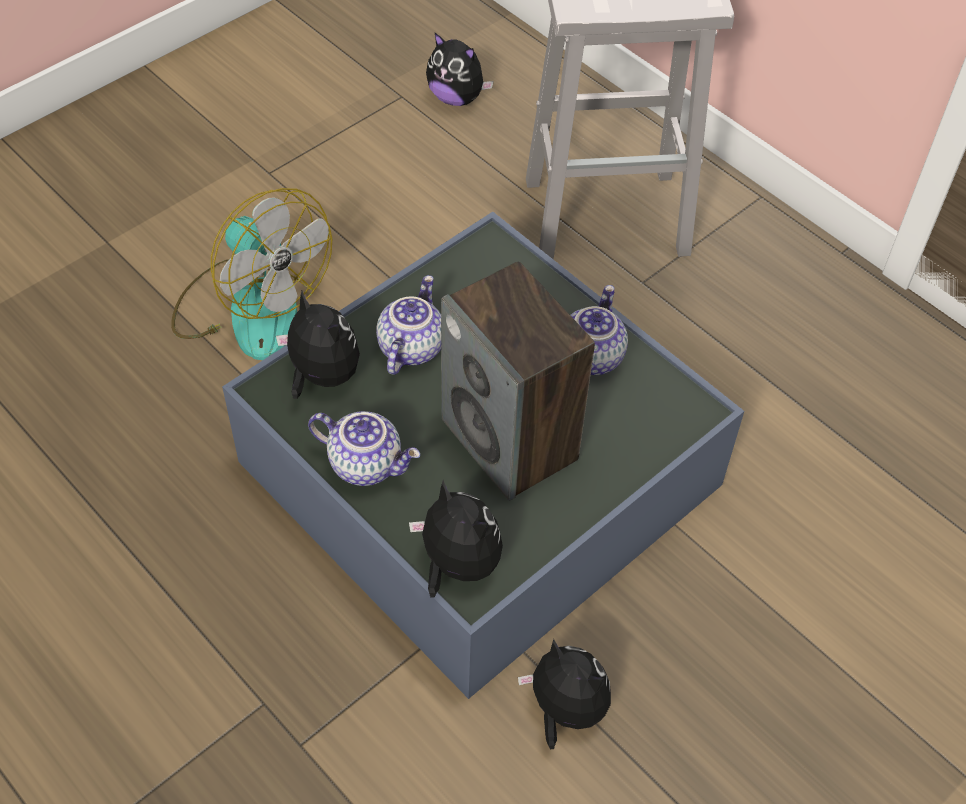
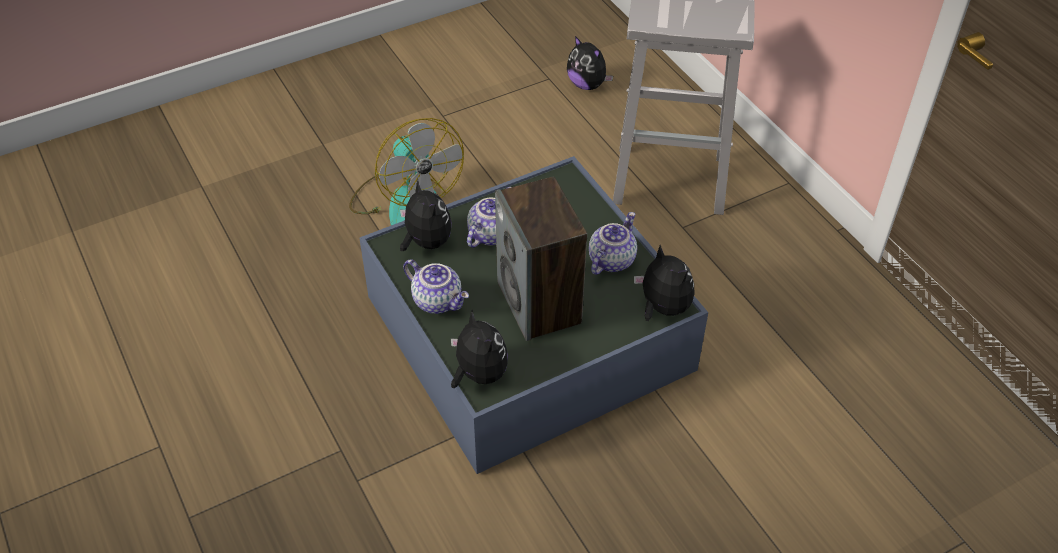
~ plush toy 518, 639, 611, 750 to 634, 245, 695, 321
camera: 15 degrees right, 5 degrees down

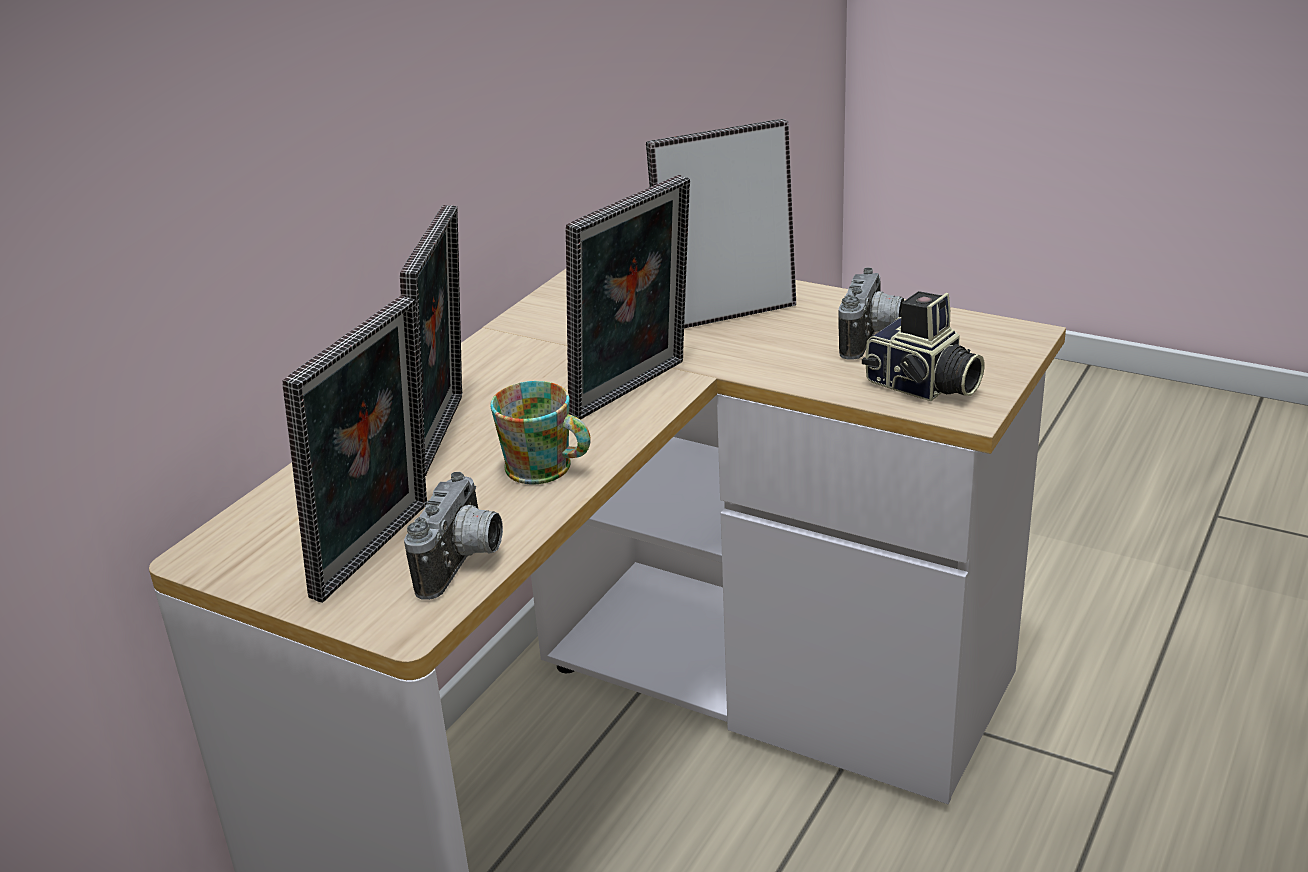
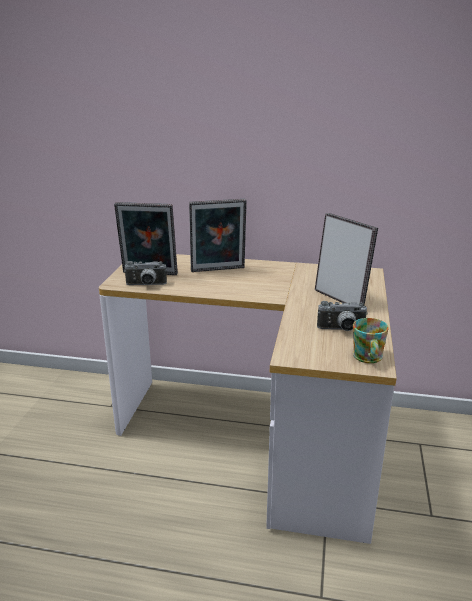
~ mug 490, 381, 591, 484 to 353, 318, 389, 363
- picture frame 566, 174, 690, 420
- photo camera 862, 291, 985, 401
camera: 70 degrees right, 5 degrees down

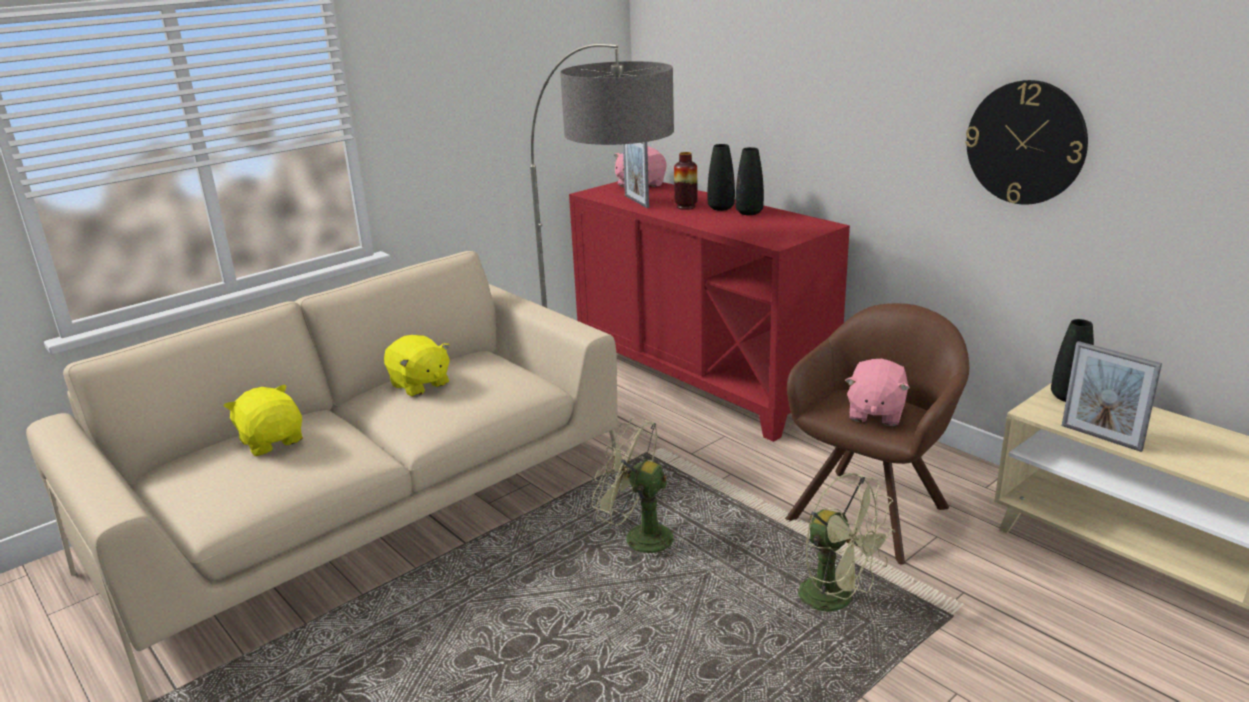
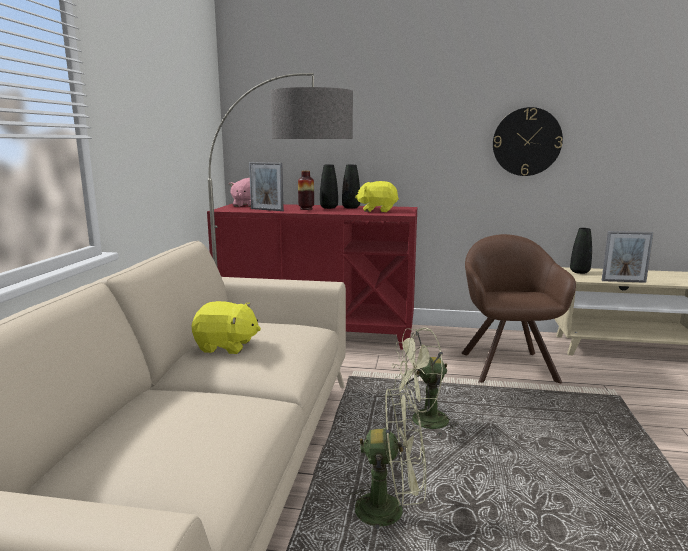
~ green fan 797, 473, 895, 611 to 346, 388, 426, 529
~ yellow plush toy 224, 384, 303, 456 to 355, 181, 399, 212
- pink plush toy 845, 359, 910, 426
camera: 40 degrees left, 10 degrees down

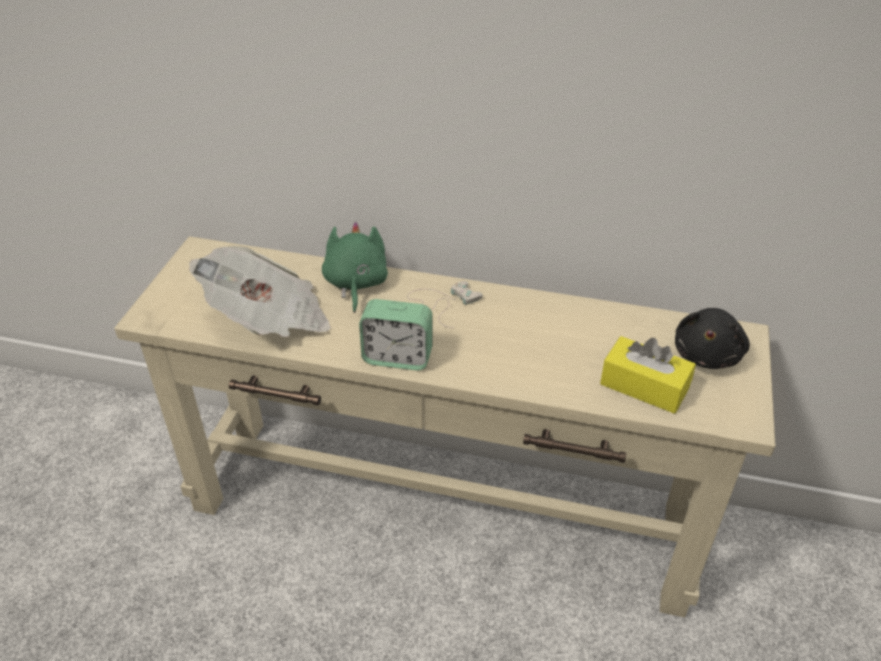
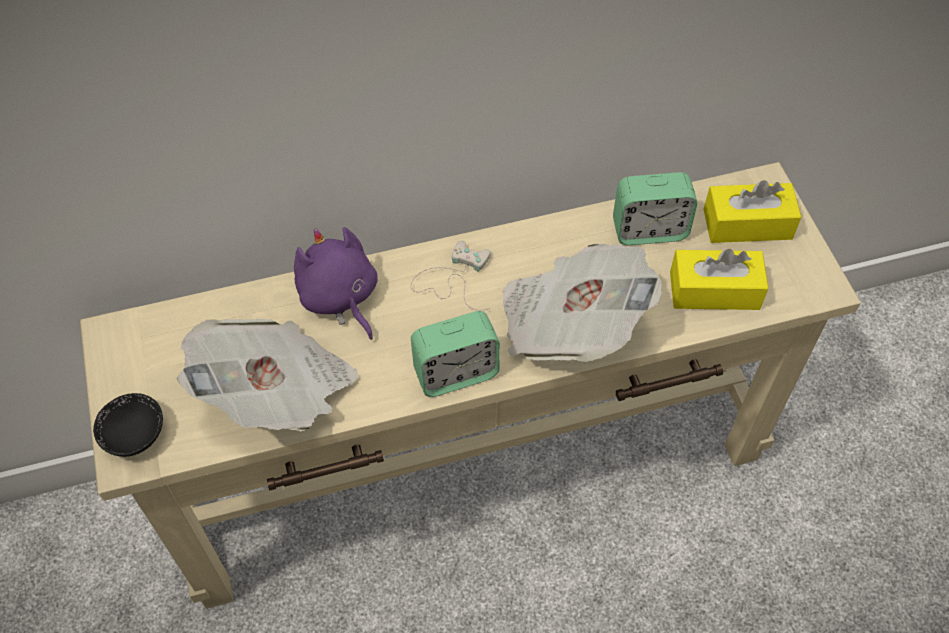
+ black bowl 93, 393, 163, 457
~ green plush toy 322, 222, 388, 313 to purple plush toy 294, 227, 378, 340
+ newspaper 503, 243, 662, 362
+ alarm clock 613, 172, 697, 245
~ black plush toy 675, 308, 750, 369 to yellow tissue box 704, 180, 801, 243
camera: 30 degrees left, 15 degrees up

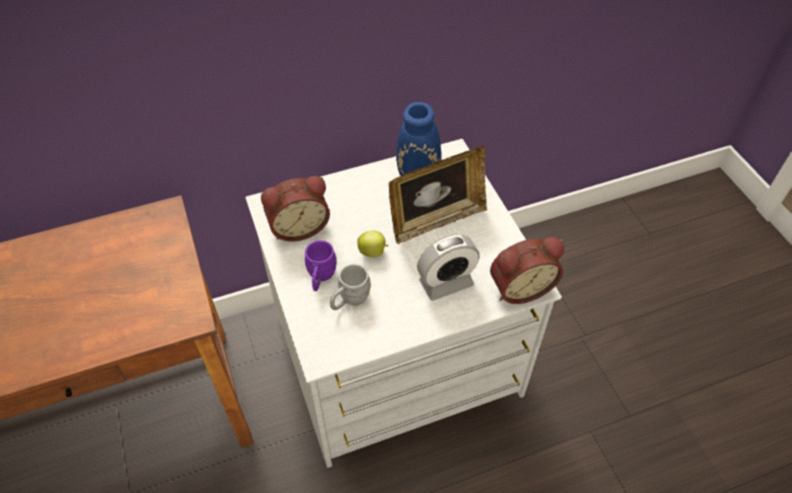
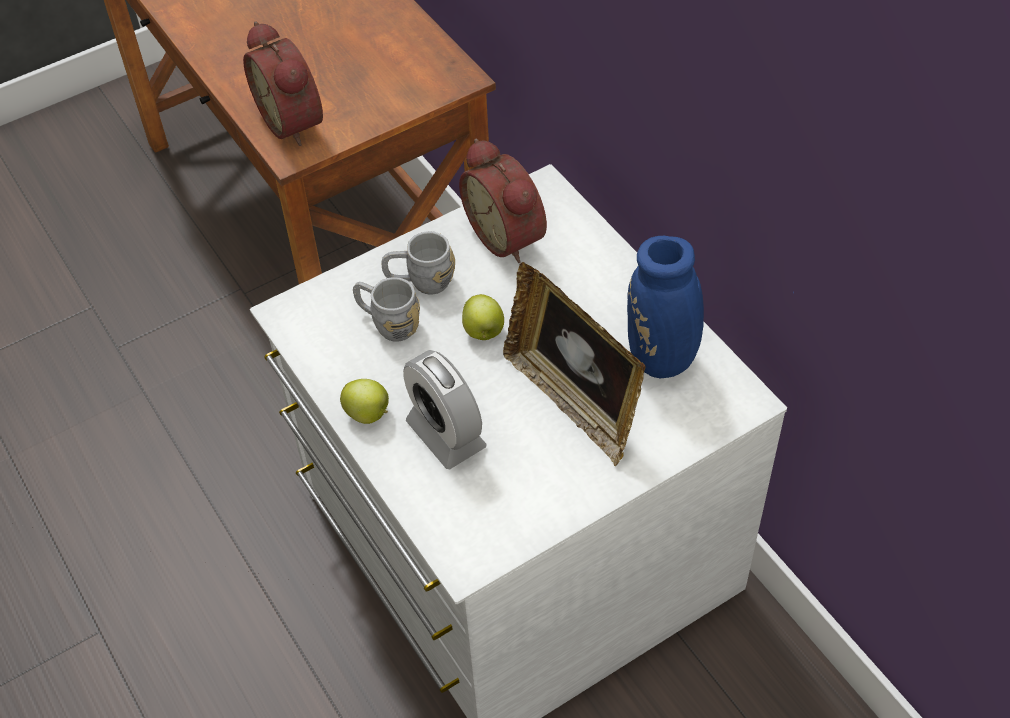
~ alarm clock 490, 237, 564, 304 to 243, 21, 323, 146
+ apple 340, 379, 389, 424
~ purple mug 305, 240, 337, 291 to grey mug 382, 231, 455, 295
camera: 80 degrees right, 0 degrees up

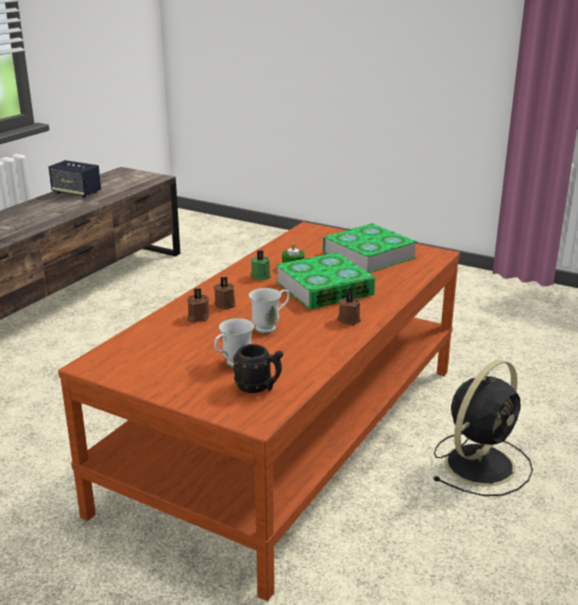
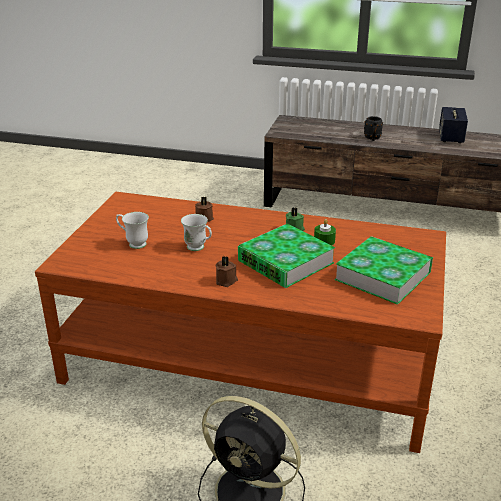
~ black mug 233, 344, 283, 393 to 364, 116, 383, 141
- brown candle 214, 276, 236, 310
camera: 75 degrees right, 5 degrees up

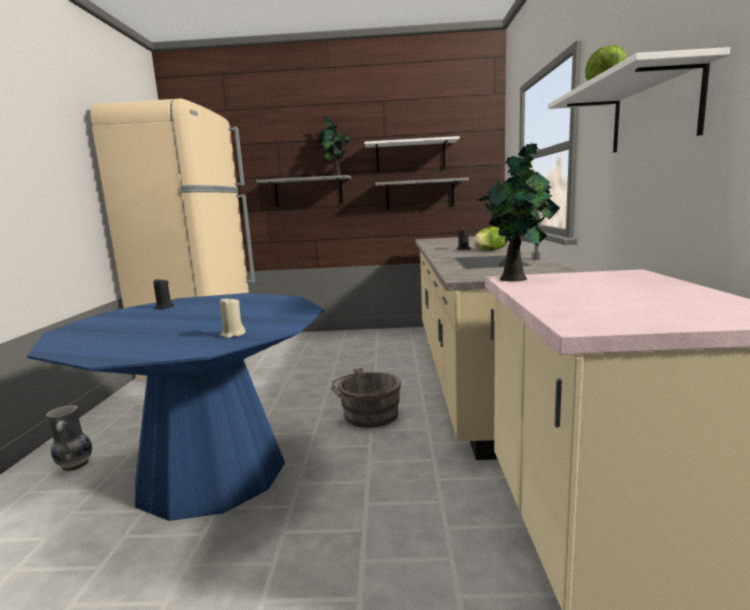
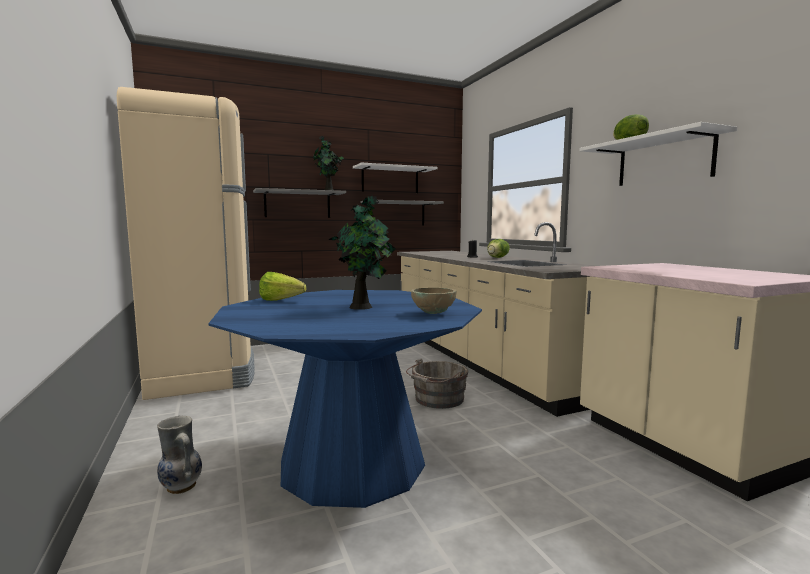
~ black candle 153, 279, 174, 309 to lettuce 259, 272, 307, 301
~ potted plant 478, 144, 560, 281 to 329, 196, 395, 310
~ beige candle 220, 296, 246, 338 to beige bowl 411, 287, 457, 314
camera: 25 degrees left, 5 degrees down

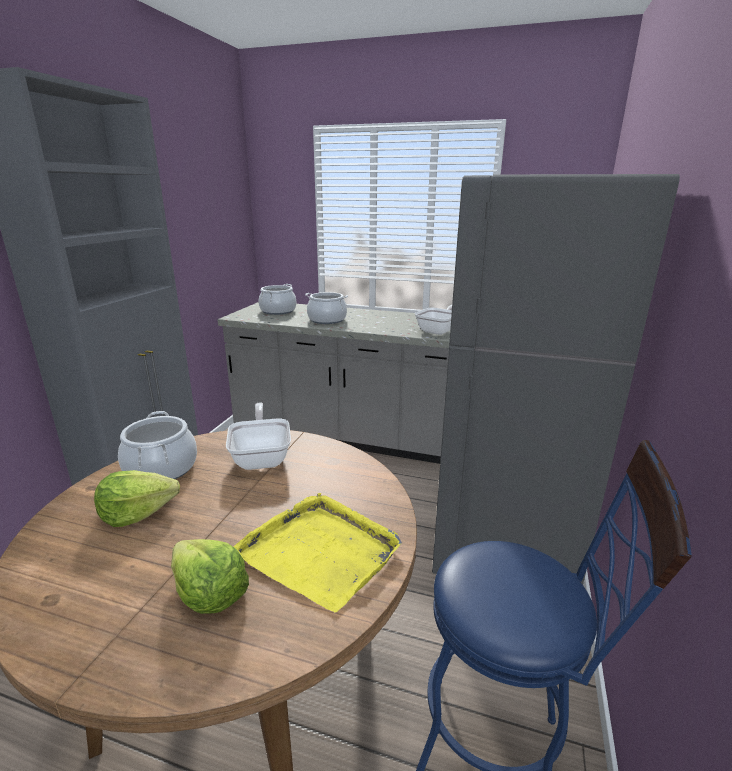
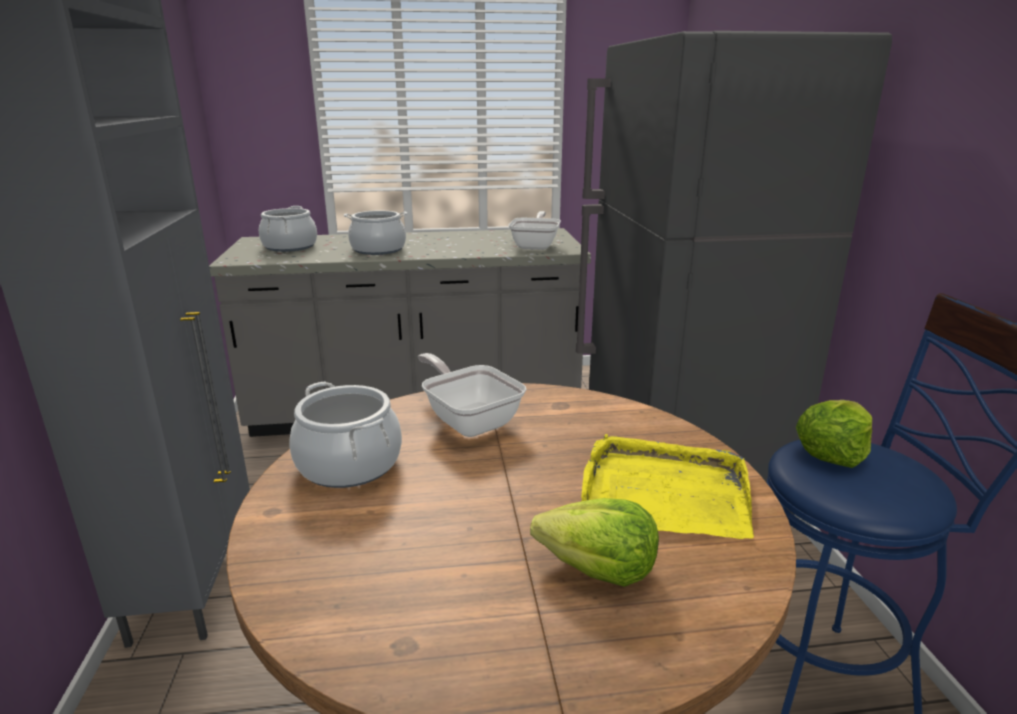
~ lettuce 94, 470, 180, 527 to 796, 400, 872, 468
camera: 25 degrees left, 0 degrees up

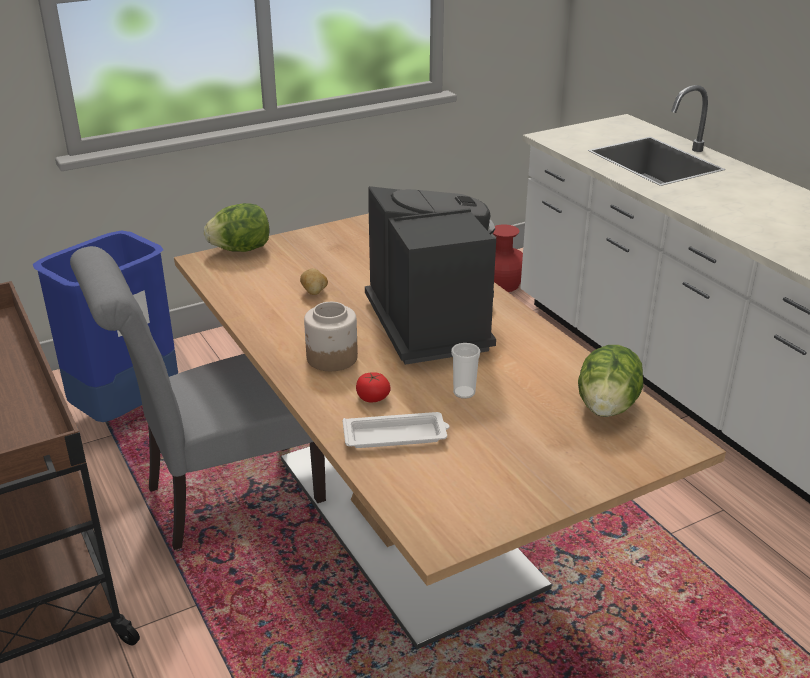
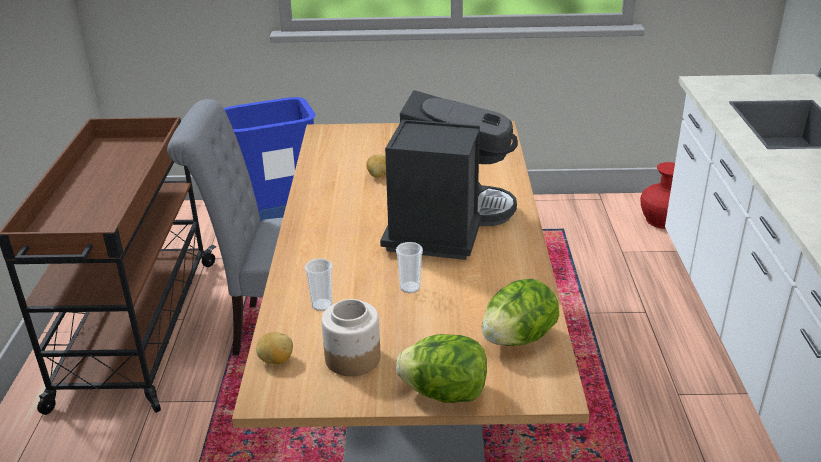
+ potato 256, 332, 293, 364
~ white tray 343, 412, 449, 448 to cup 305, 258, 332, 311
~ jar 304, 302, 358, 371 to 321, 299, 381, 376
~ lettuce 204, 203, 270, 252 to 396, 334, 487, 403
- tomato 356, 372, 391, 402
camera: 30 degrees right, 0 degrees up

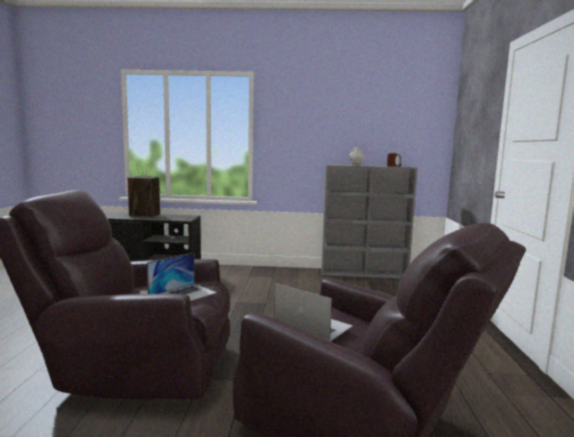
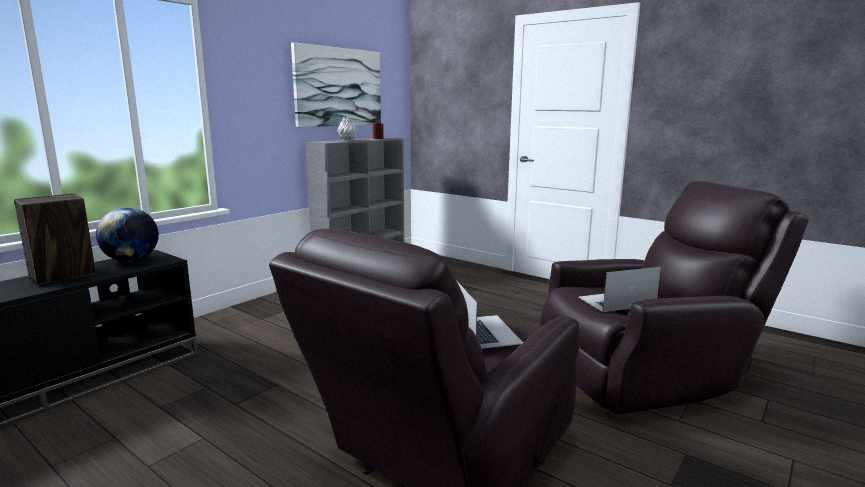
+ globe 96, 207, 159, 262
+ picture 291, 42, 381, 127
camera: 55 degrees left, 5 degrees up

